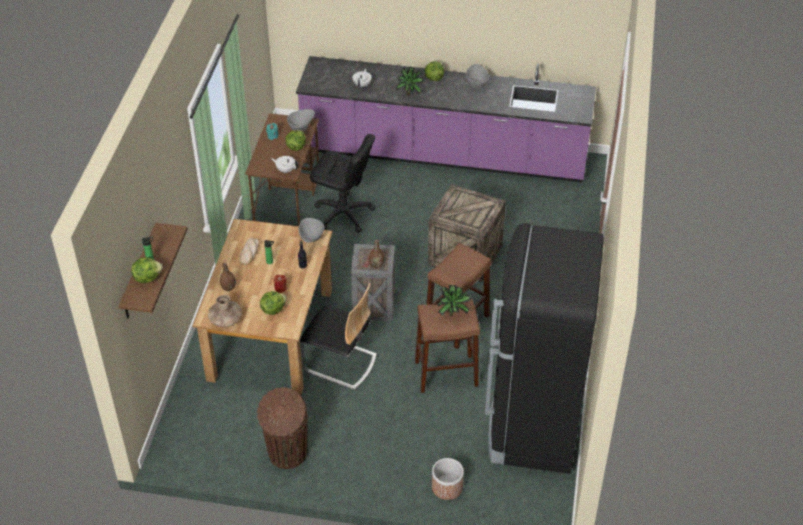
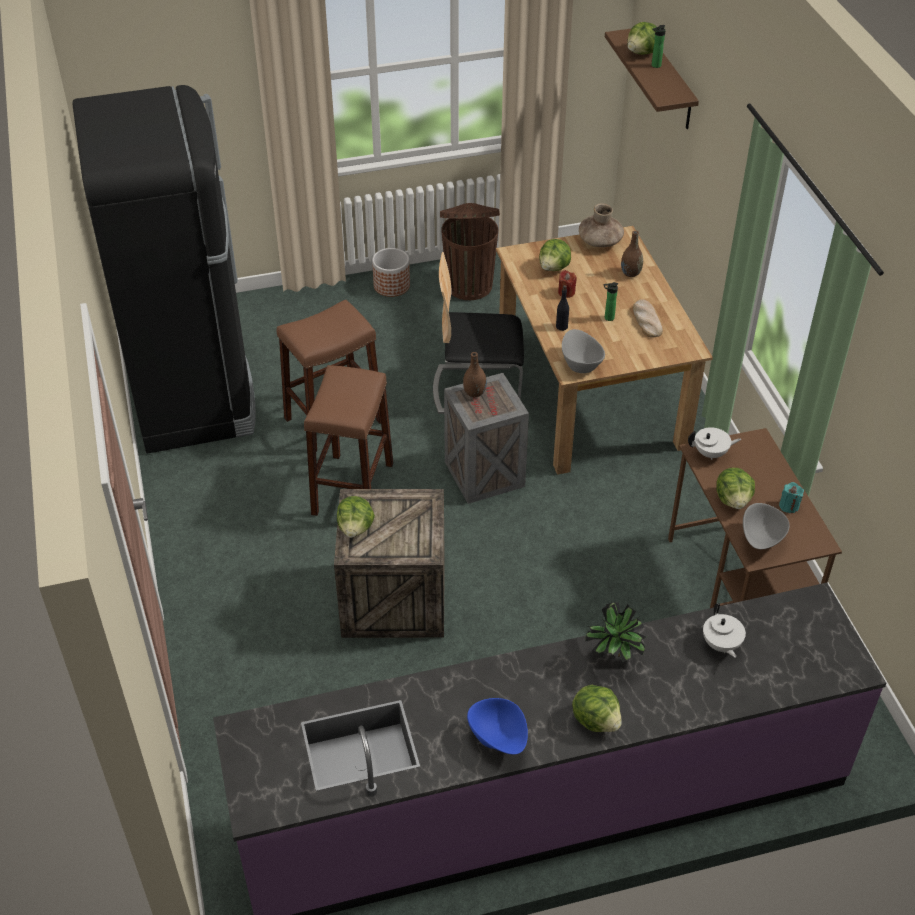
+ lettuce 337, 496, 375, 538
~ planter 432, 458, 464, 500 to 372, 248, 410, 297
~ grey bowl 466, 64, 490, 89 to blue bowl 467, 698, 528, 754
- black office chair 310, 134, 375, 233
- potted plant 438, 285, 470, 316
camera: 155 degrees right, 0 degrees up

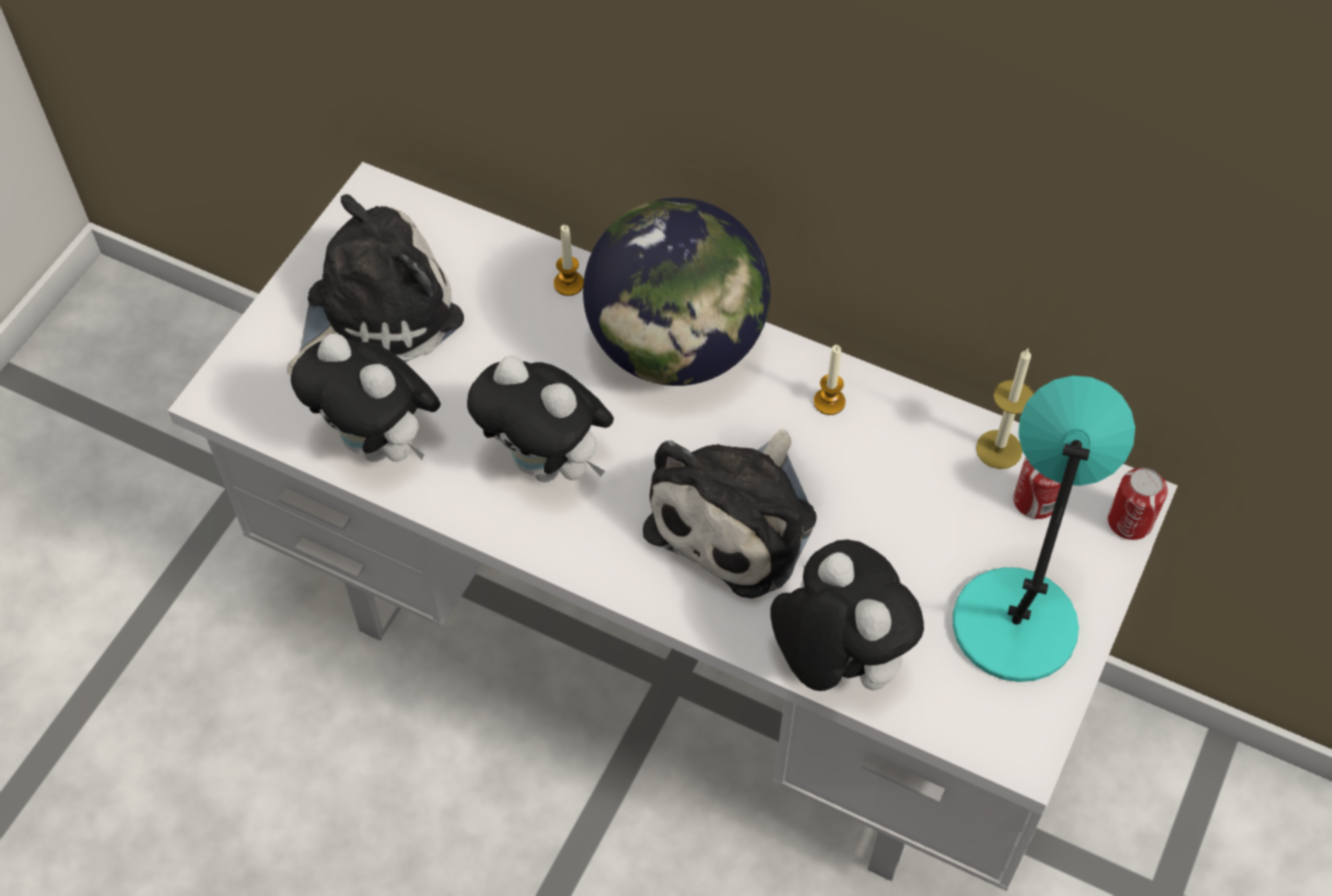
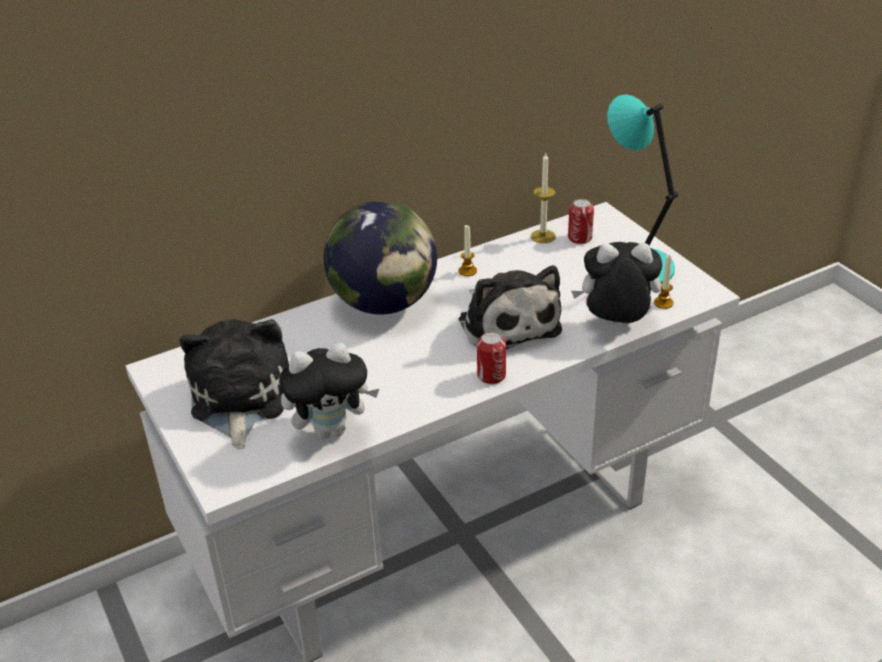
~ can 1108, 468, 1168, 540 to 477, 332, 506, 384
~ candle 554, 225, 584, 296 to 654, 256, 674, 309
- plush toy 467, 356, 614, 482
camera: 55 degrees left, 20 degrees down

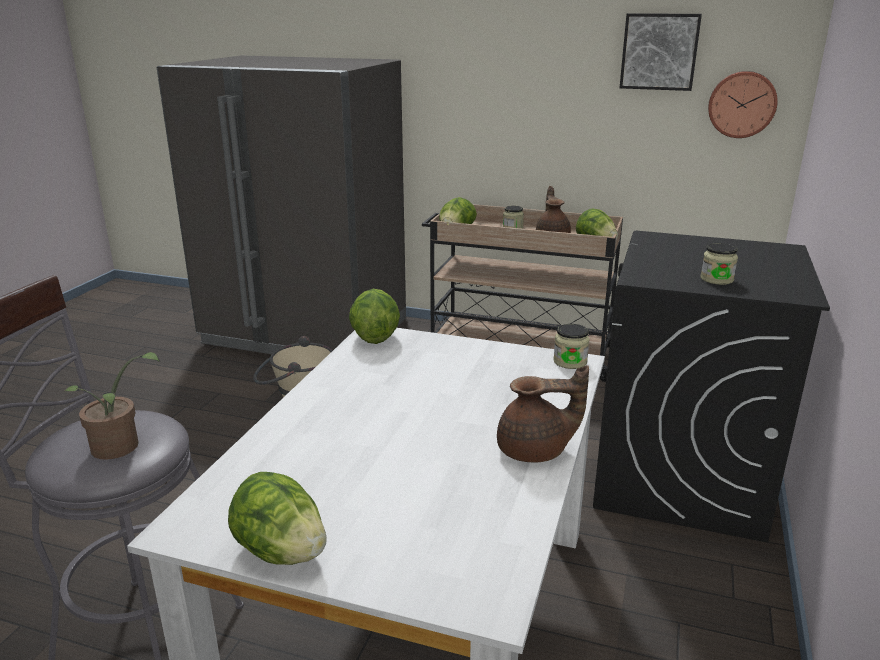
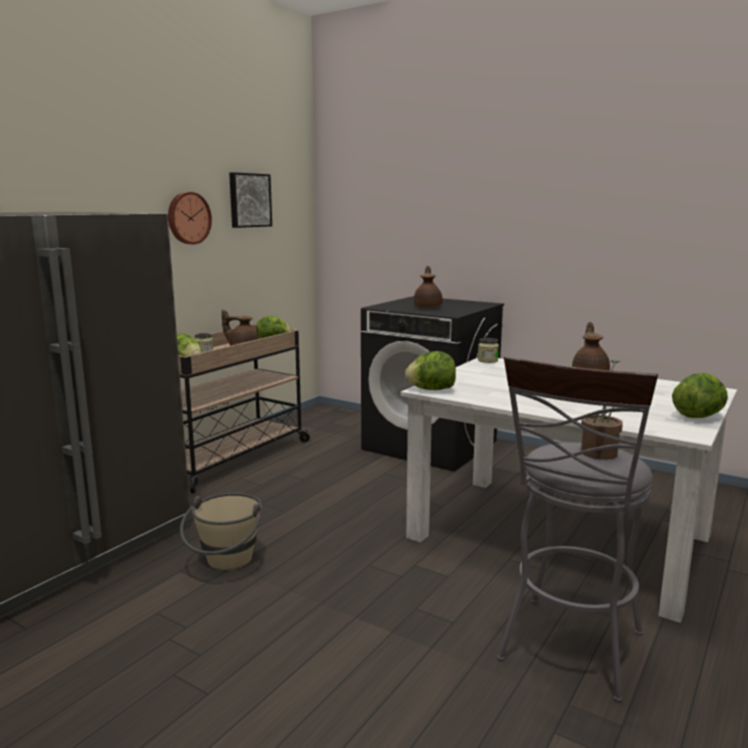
~ wall clock 708, 71, 778, 138 to 168, 192, 212, 244
+ brown teapot 414, 266, 443, 308
- jar 701, 243, 738, 285
camera: 75 degrees left, 10 degrees down

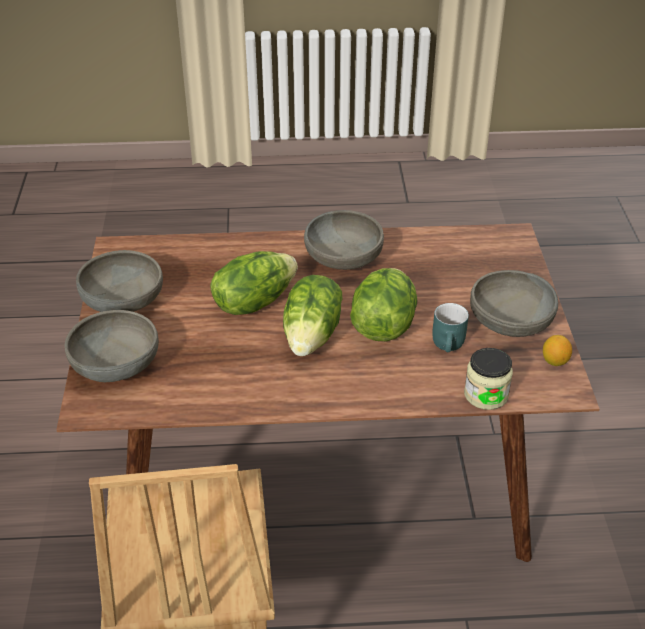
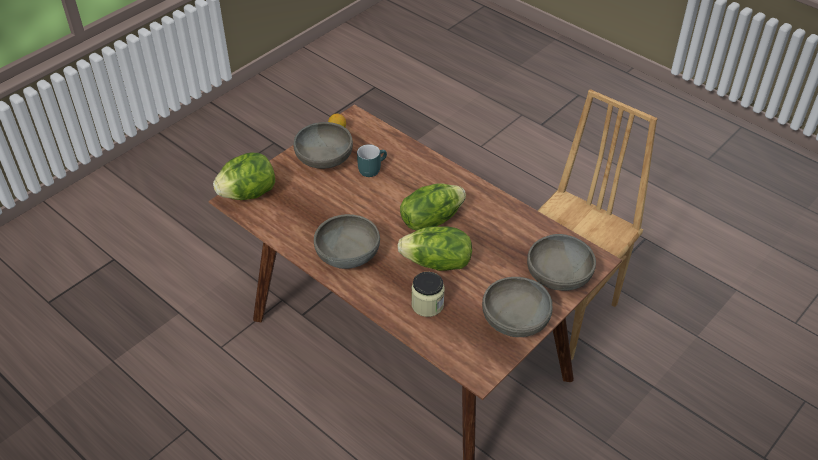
~ lettuce 350, 268, 417, 341 to 213, 152, 275, 200
~ jar 464, 348, 513, 410 to 411, 272, 445, 317
camera: 135 degrees left, 5 degrees up

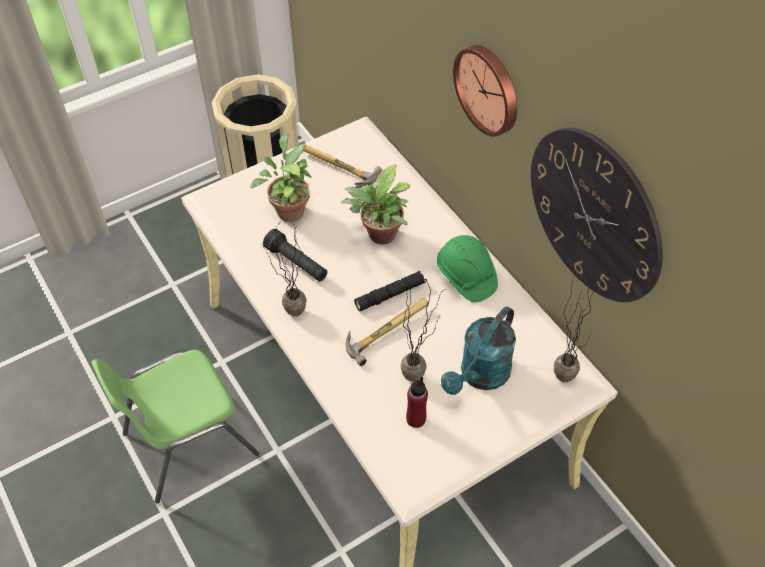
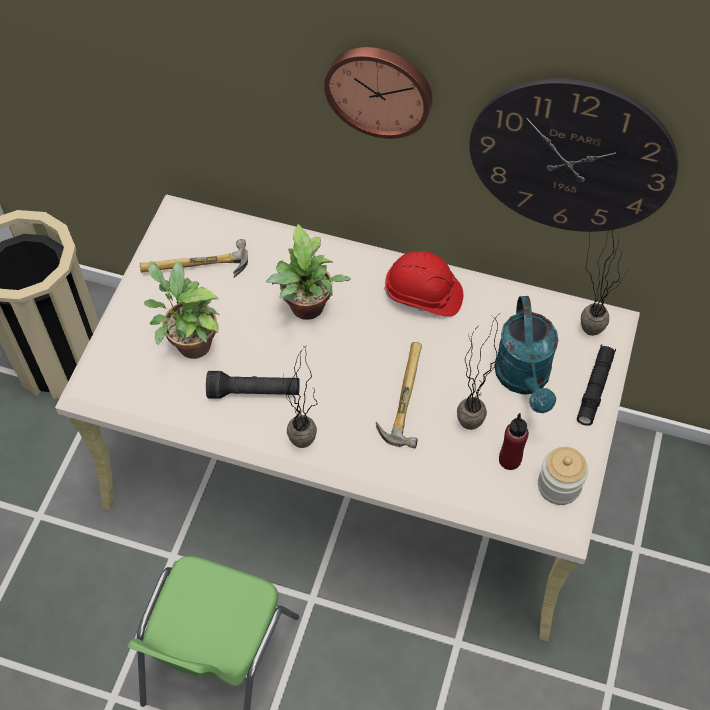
~ green hard hat 437, 235, 498, 302 to red hard hat 384, 251, 463, 317
+ jar 538, 447, 588, 505
~ black flashlight 354, 271, 427, 311 to 577, 345, 616, 426
camera: 40 degrees left, 5 degrees up

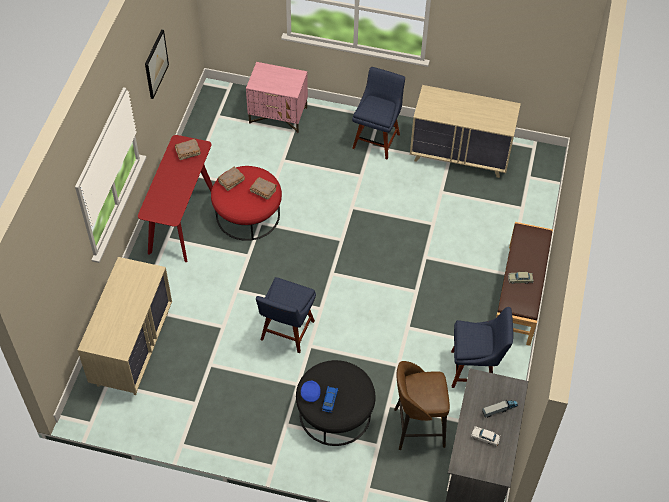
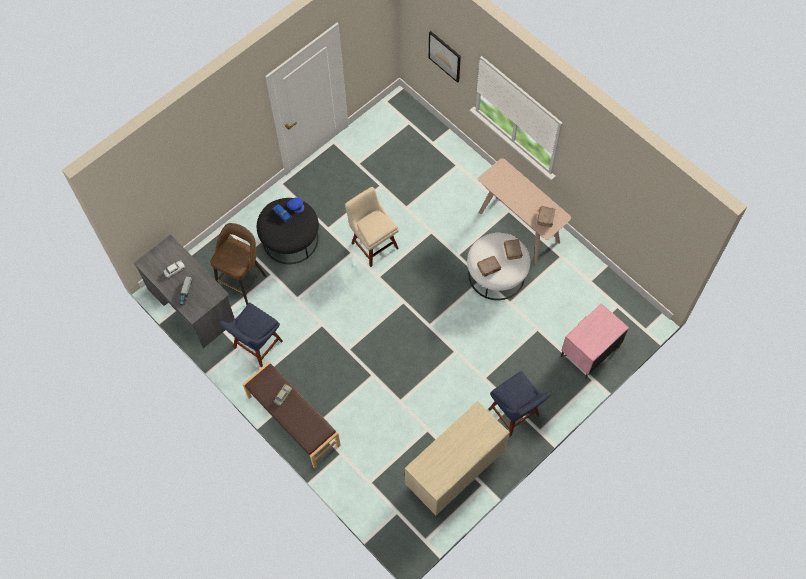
~ blue chair 256, 277, 316, 353 to beige chair 345, 187, 399, 267
~ picture 145, 29, 169, 99 to 429, 31, 461, 83
~ red ottoman 211, 166, 282, 241 to white ottoman 467, 233, 530, 300
~ red console table 138, 135, 213, 262 to beige console table 478, 159, 571, 264
- beige dresser 77, 257, 172, 395
camera: 125 degrees right, 10 degrees up

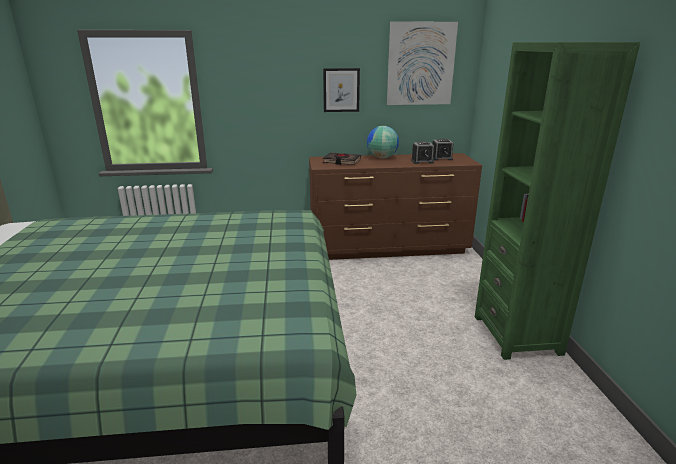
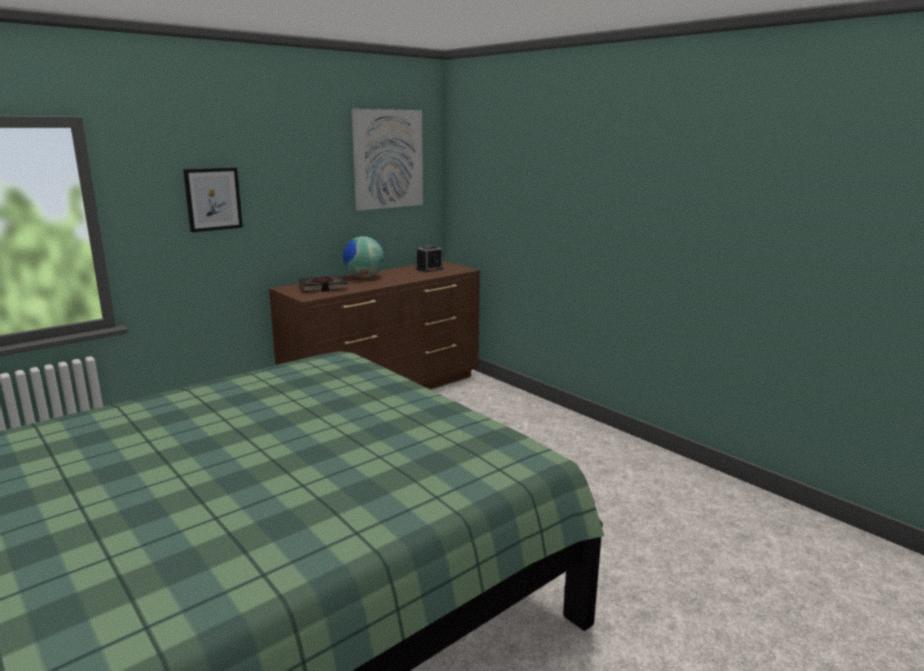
~ picture 323, 68, 360, 112 to 183, 167, 243, 232
- alarm clock 411, 141, 434, 164
- green bookcase 475, 42, 640, 360
camera: 35 degrees left, 5 degrees down

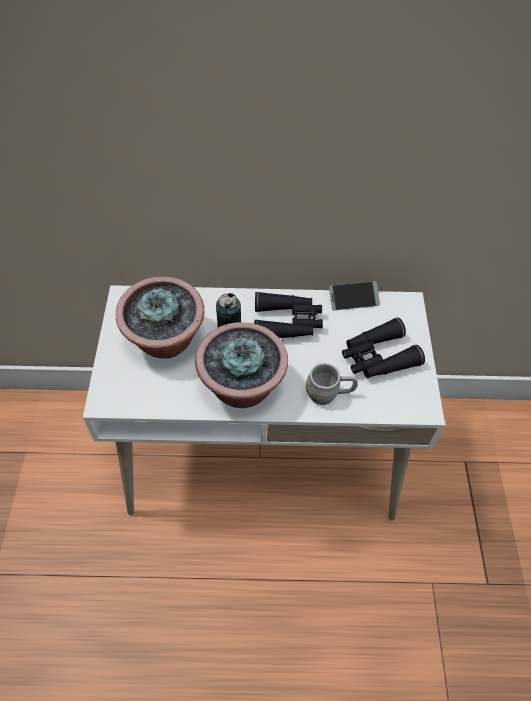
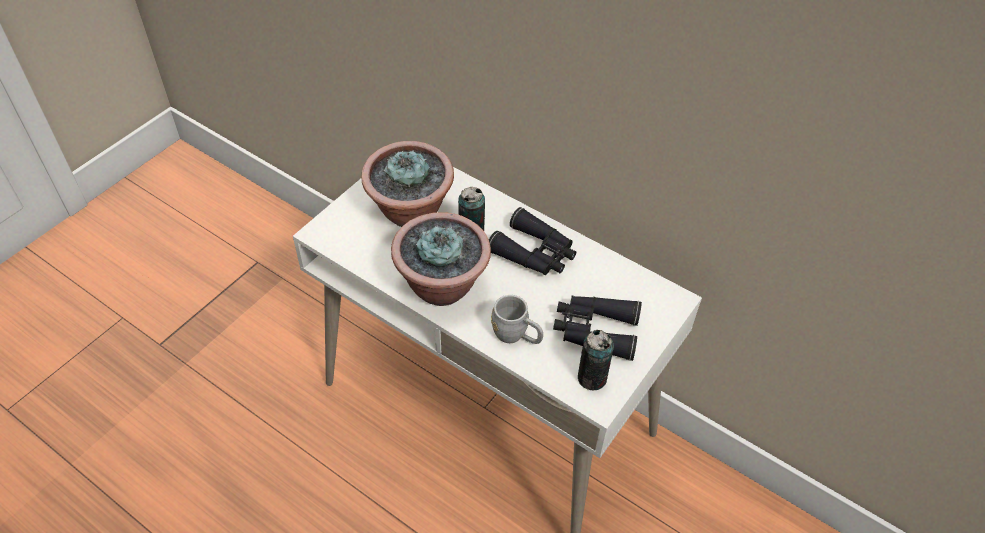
+ can 578, 330, 614, 390
- phone 329, 281, 380, 310
camera: 35 degrees right, 5 degrees down

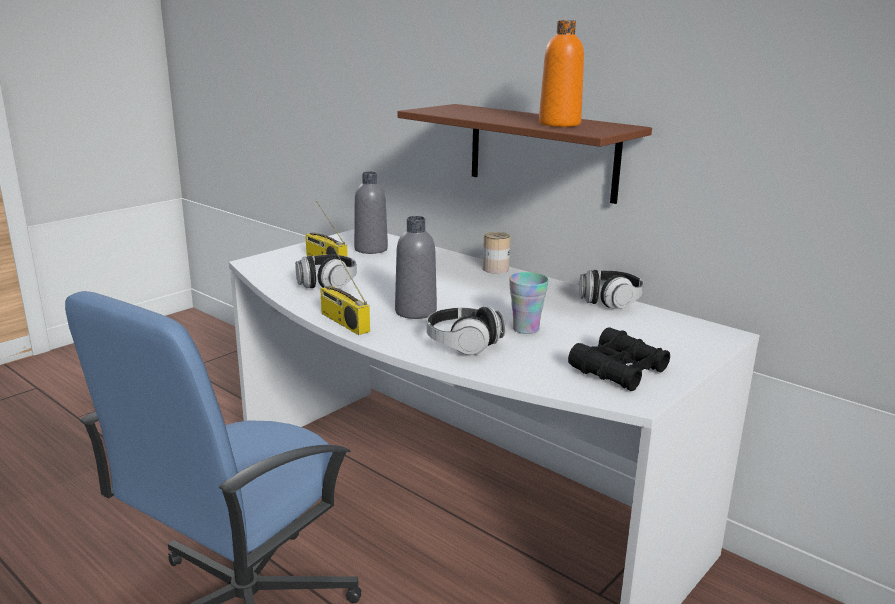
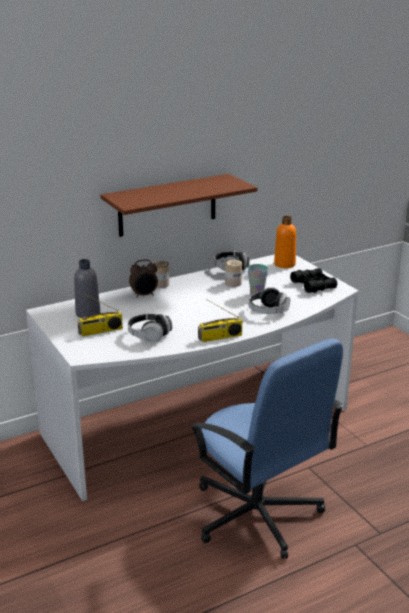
+ alarm clock 129, 259, 158, 298
+ can 225, 260, 242, 287
~ orange bottle 539, 20, 584, 127 to 274, 216, 296, 268
- grey bottle 395, 216, 437, 319
camera: 70 degrees left, 5 degrees up

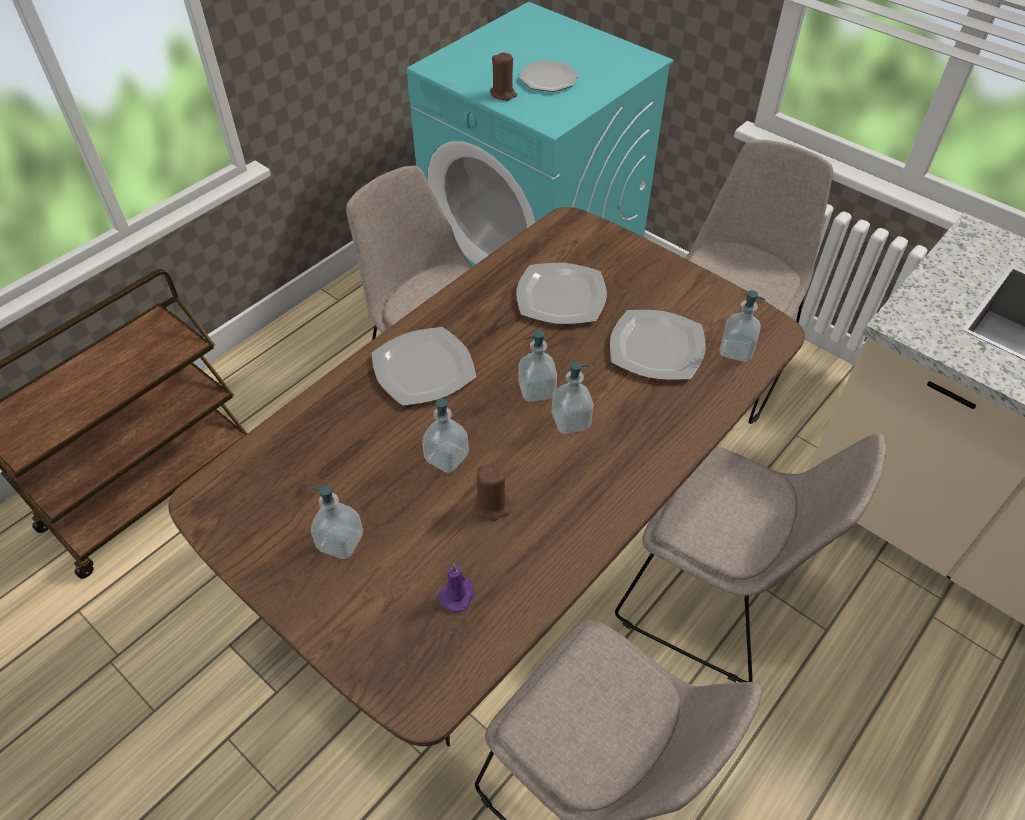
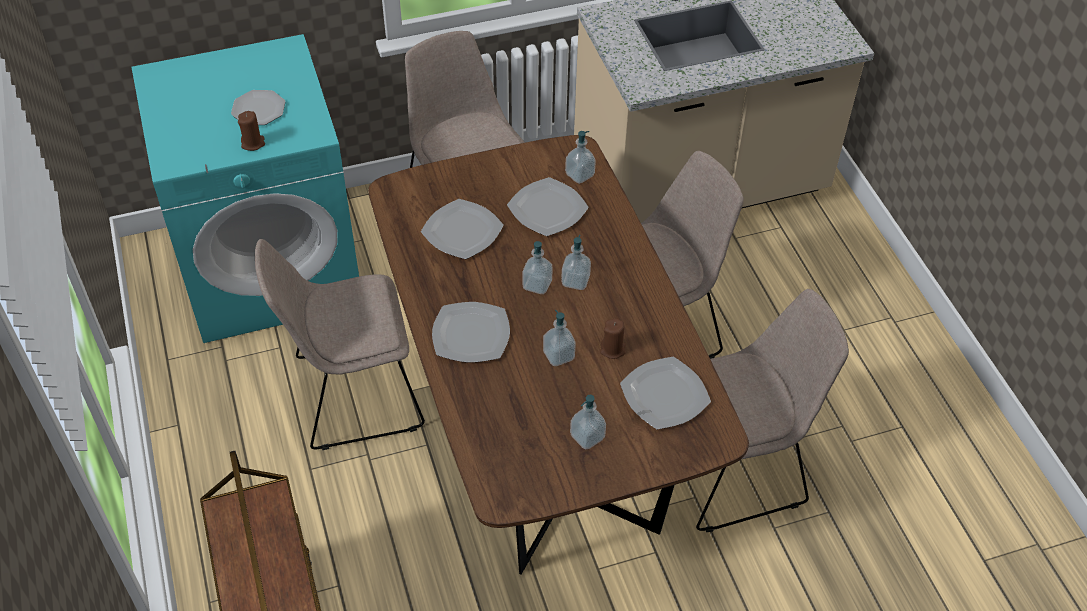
~ purple candle 438, 563, 475, 612 to plate 620, 357, 711, 429
camera: 60 degrees left, 0 degrees up

